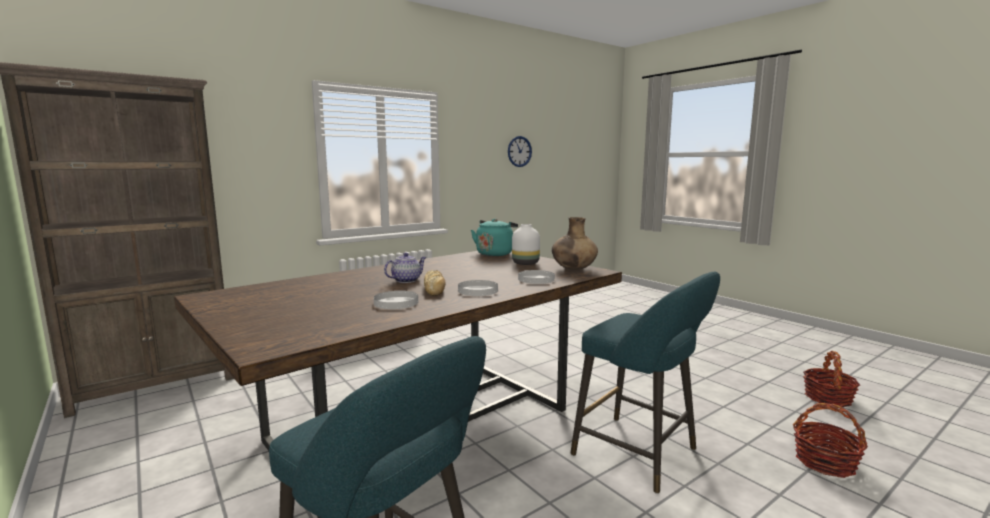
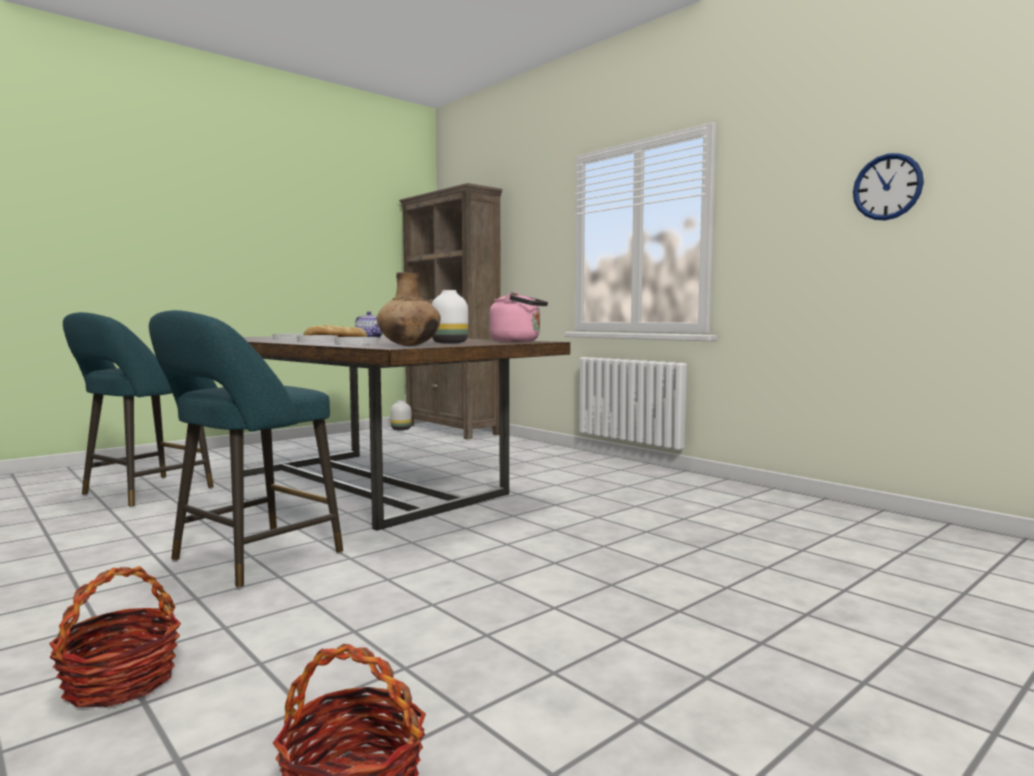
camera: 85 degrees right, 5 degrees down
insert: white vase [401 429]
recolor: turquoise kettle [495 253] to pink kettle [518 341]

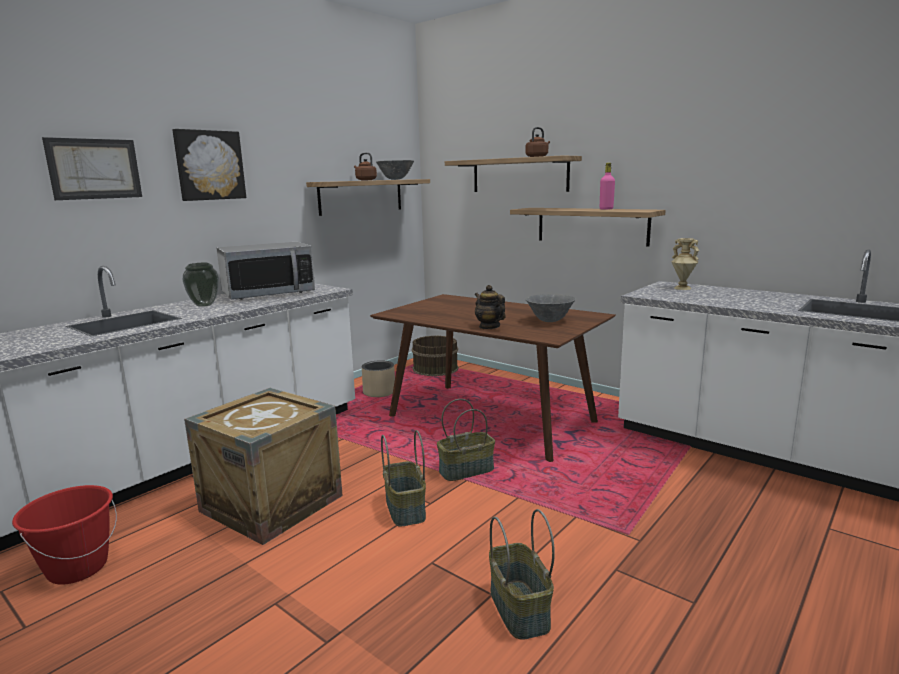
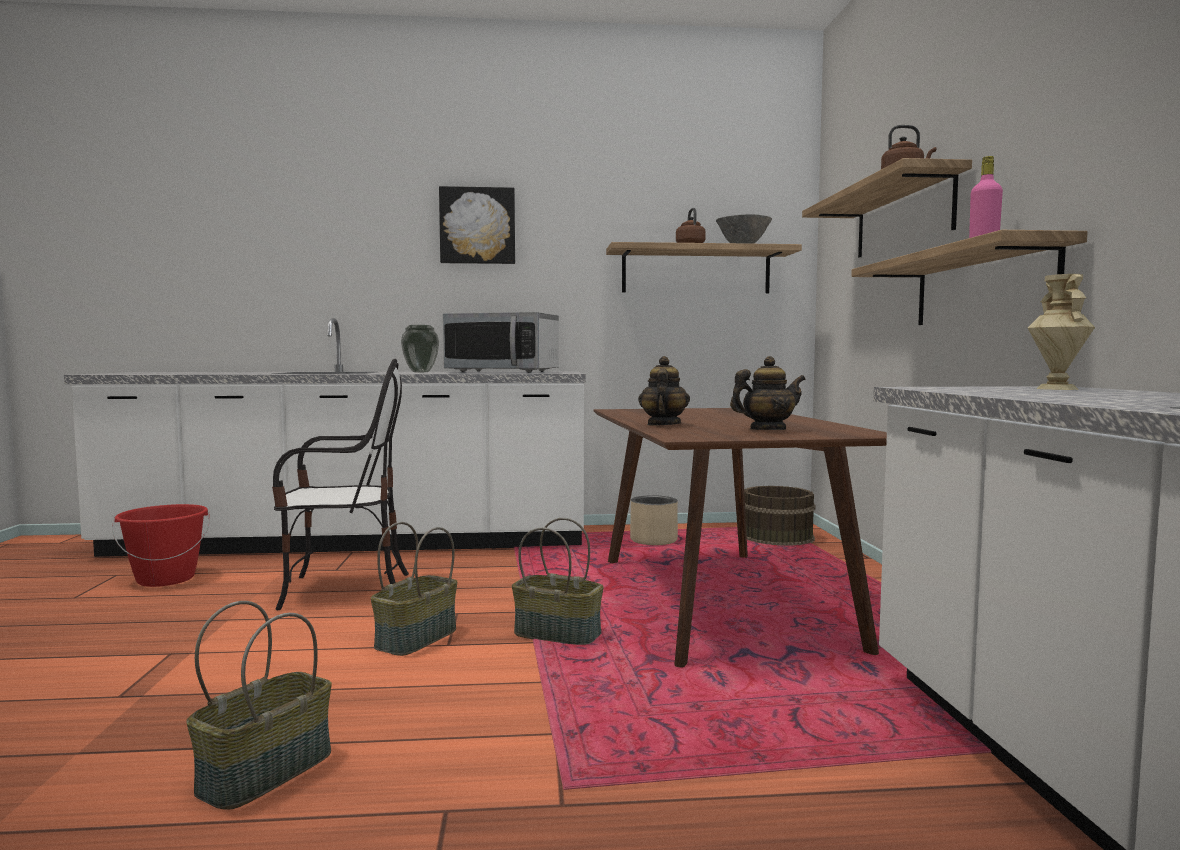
camera: 45 degrees right, 10 degrees down
delete: picture [94 169]
replace: crate [272 503] to chair [344 590]; grey bowl [549 321] to teapot [767 430]

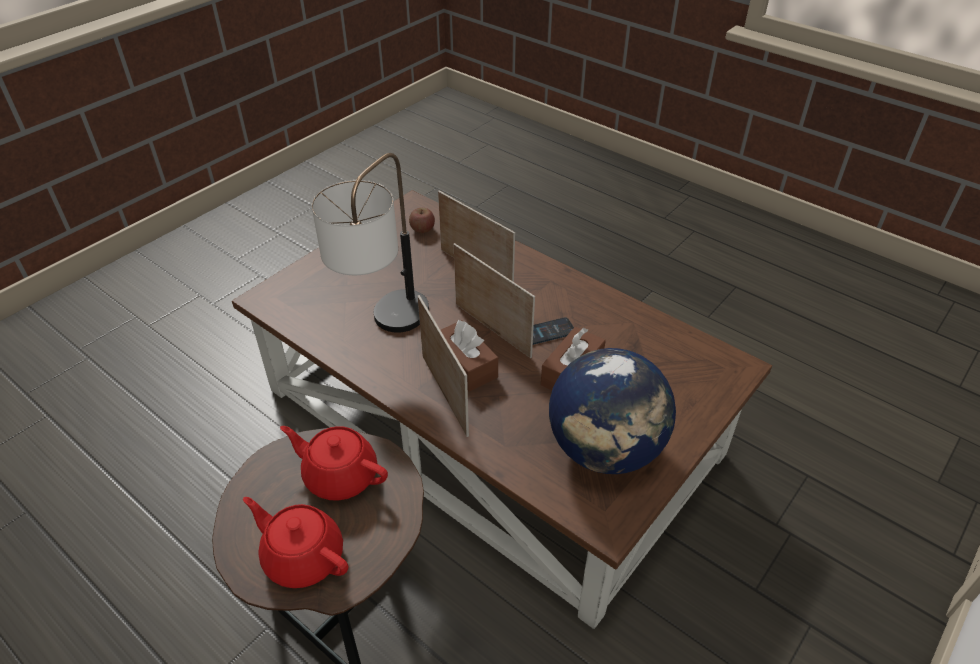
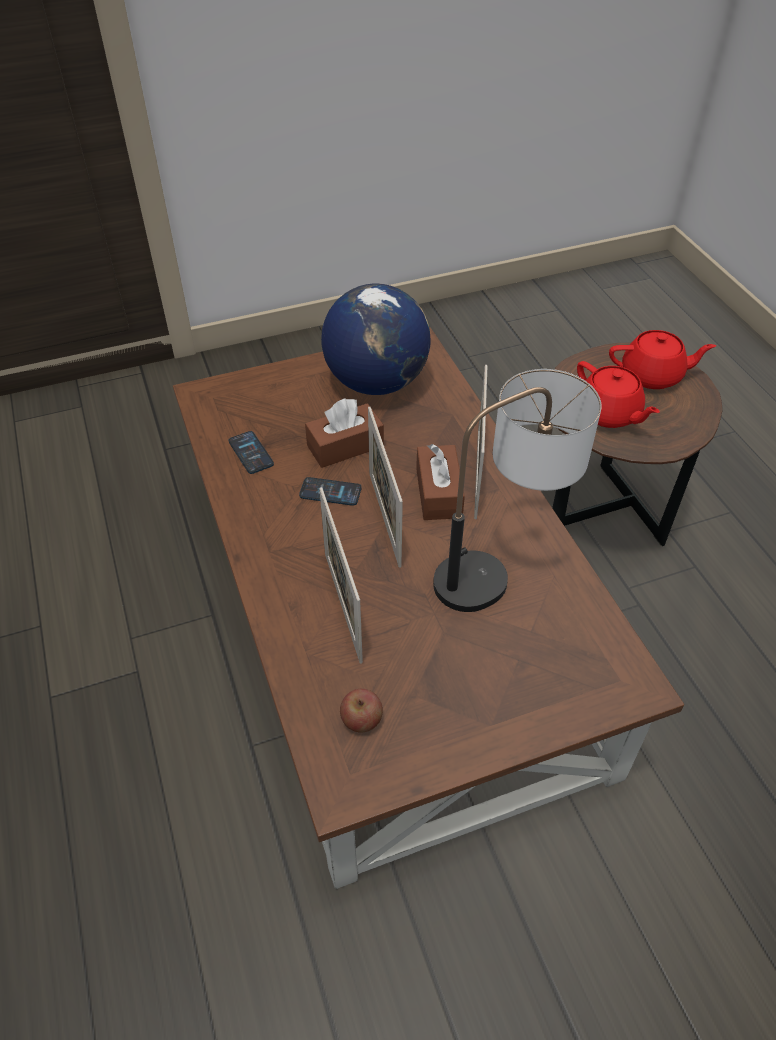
camera: 150 degrees left, 5 degrees up
insert: phone [251 453]
rotate: red teapot [303 556] = [653 375] 60 degrees counterclockwise

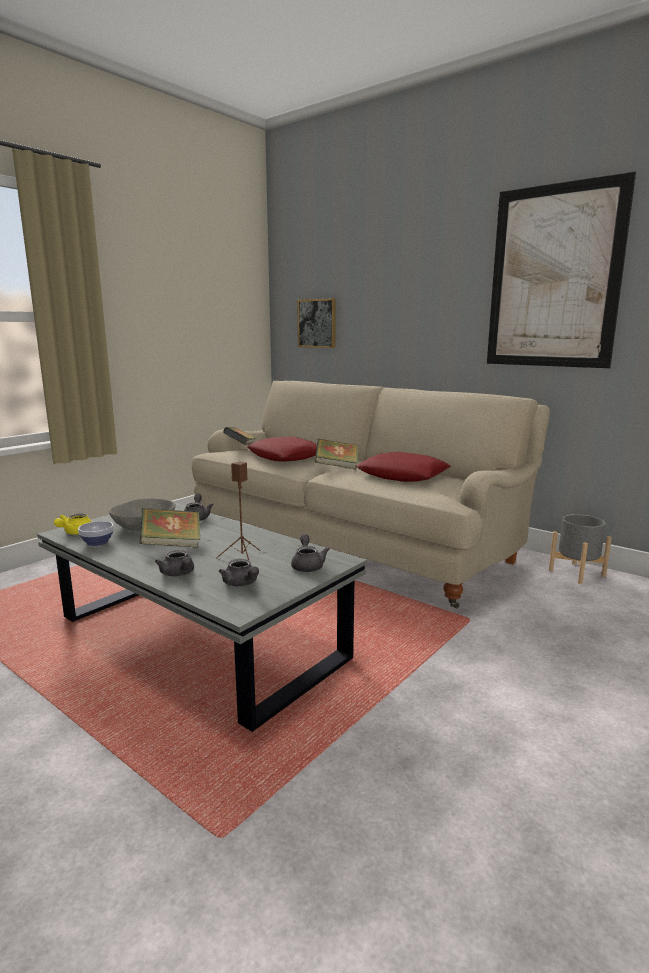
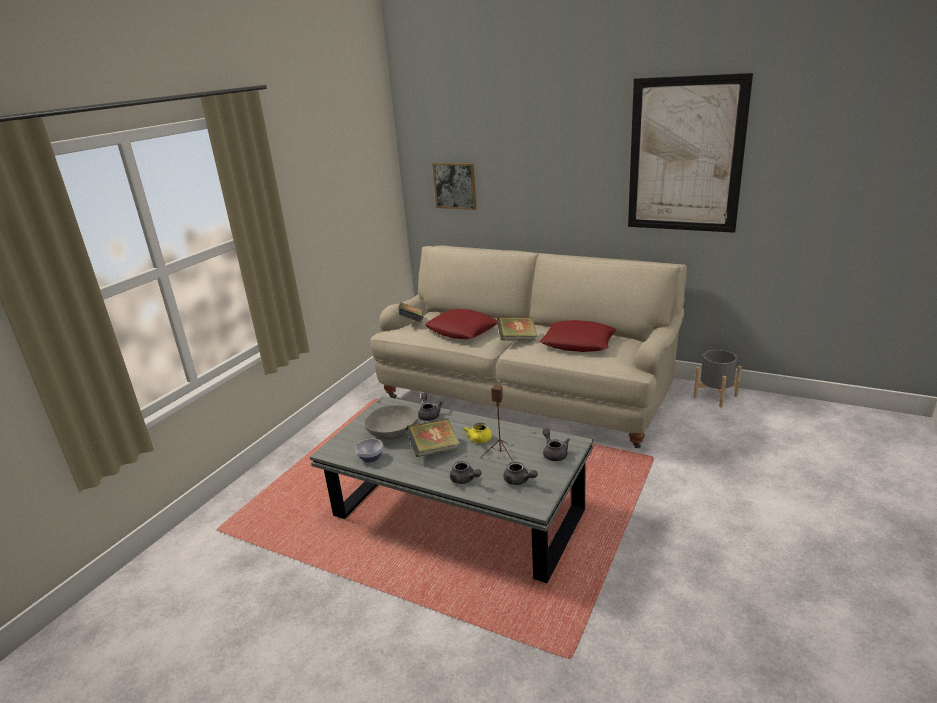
camera: 10 degrees left, 10 degrees up
move: yellow teapot [75 533] to [479 440]

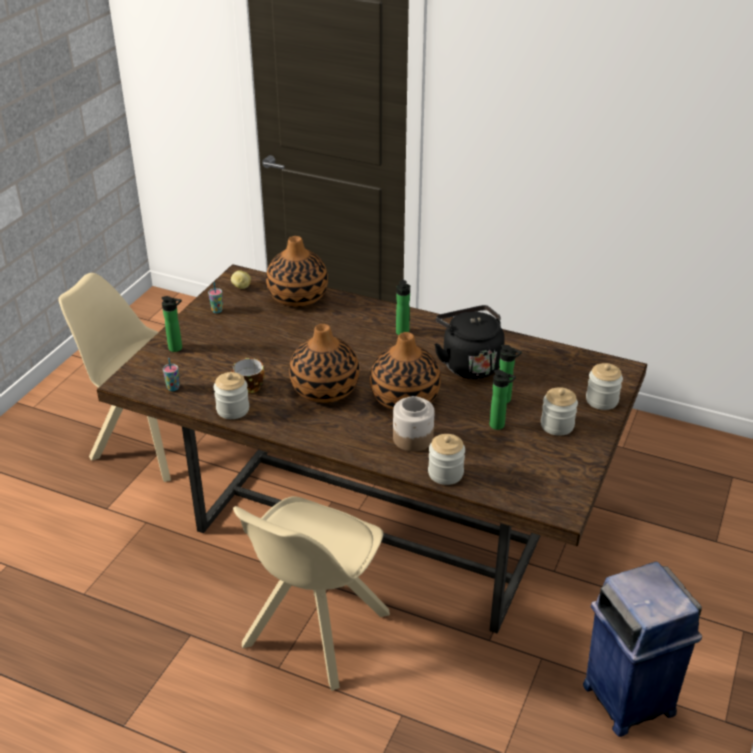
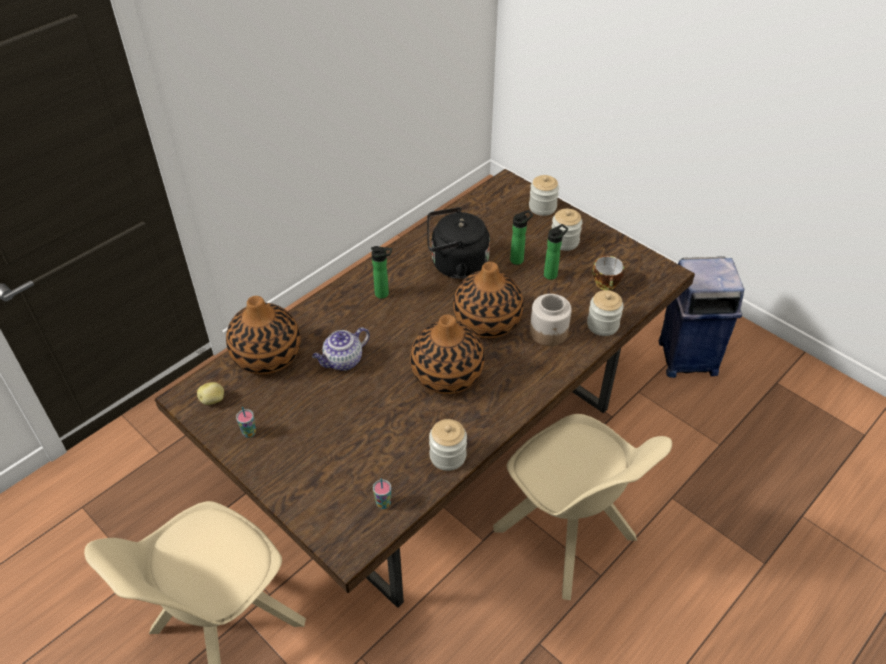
camera: 70 degrees left, 10 degrees up
delete: bottle [177 348]
insert: teapot [343 361]
move: cup [248 388] to [607 284]

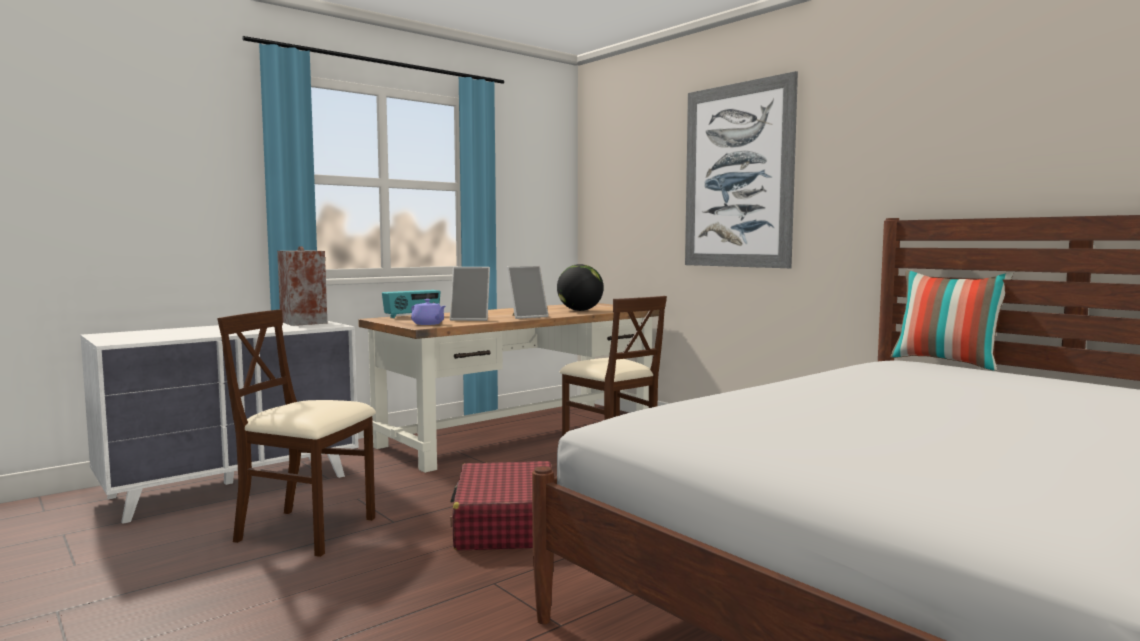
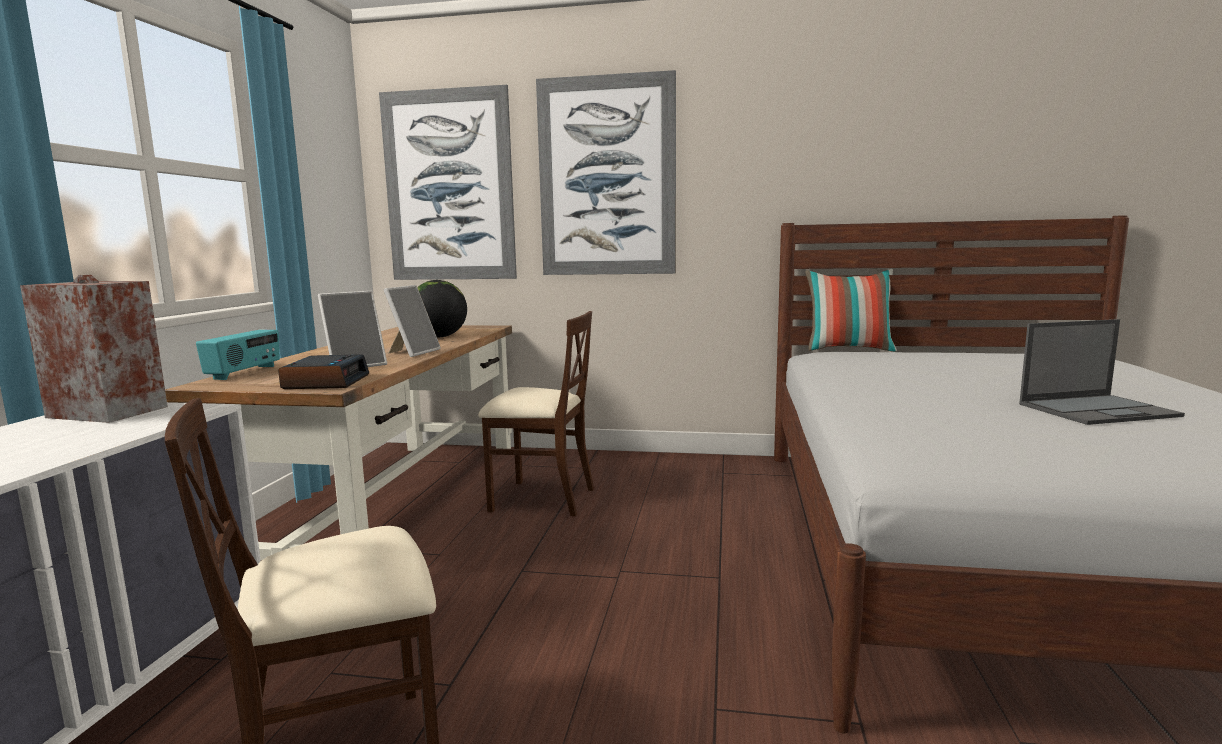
camera: 40 degrees left, 5 degrees up
delete: red suitcase [505 525]
insert: picture [449 186]; laptop [1098 410]
replace: purple teapot [428 324] to alarm clock [326 381]

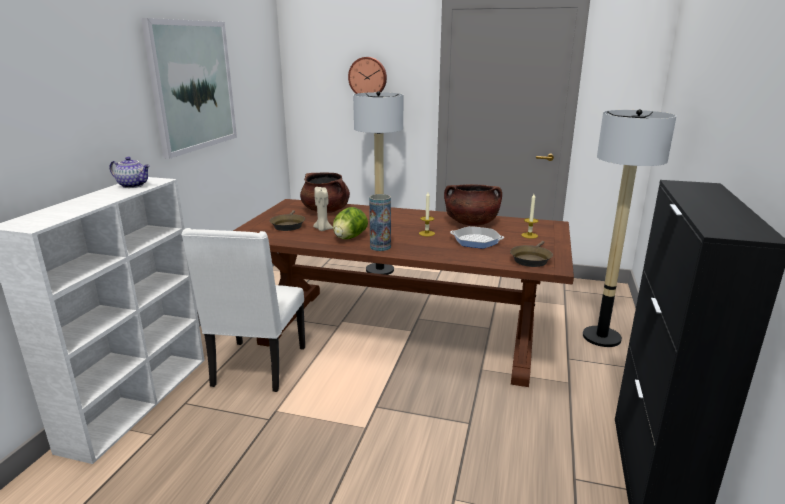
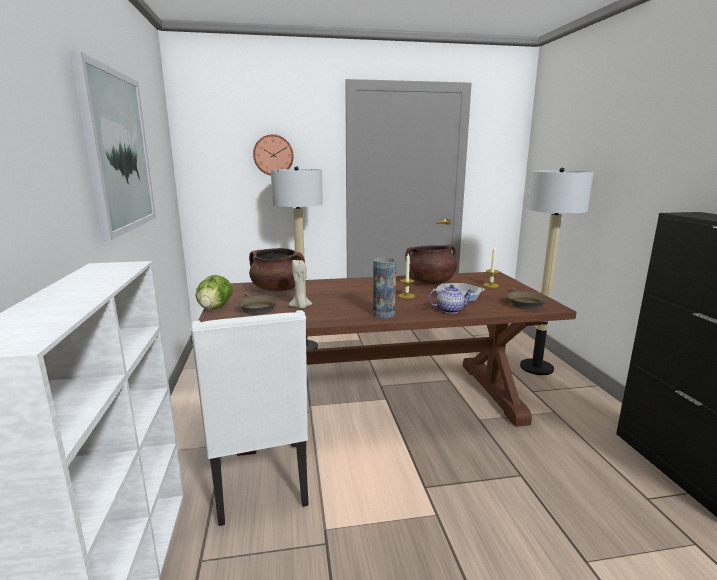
camera: 25 degrees left, 5 degrees down
move: teapot [133 185] to [450 310]; lettuce [349 238] to [215 308]

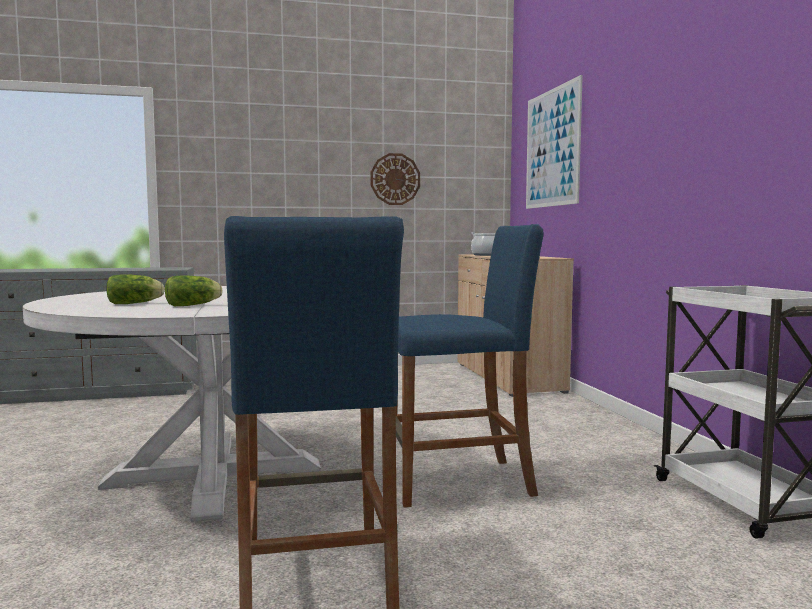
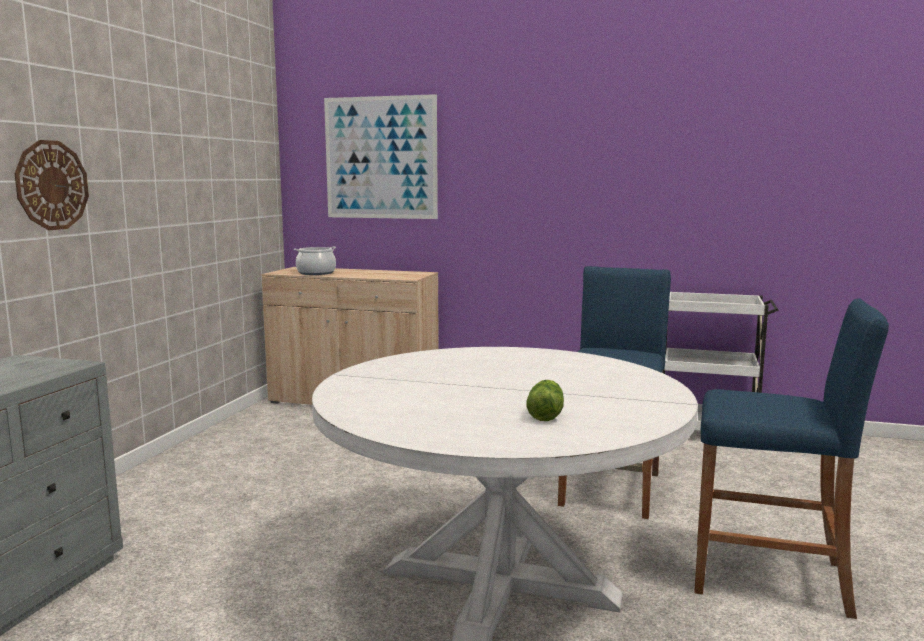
camera: 60 degrees left, 5 degrees up
delete: lettuce [194 305]
move: wall clock [395 179] to [52 185]

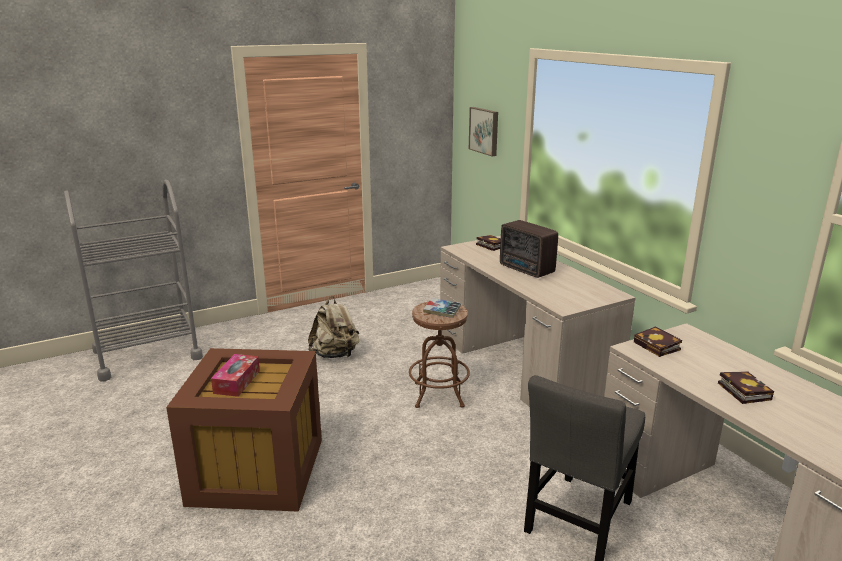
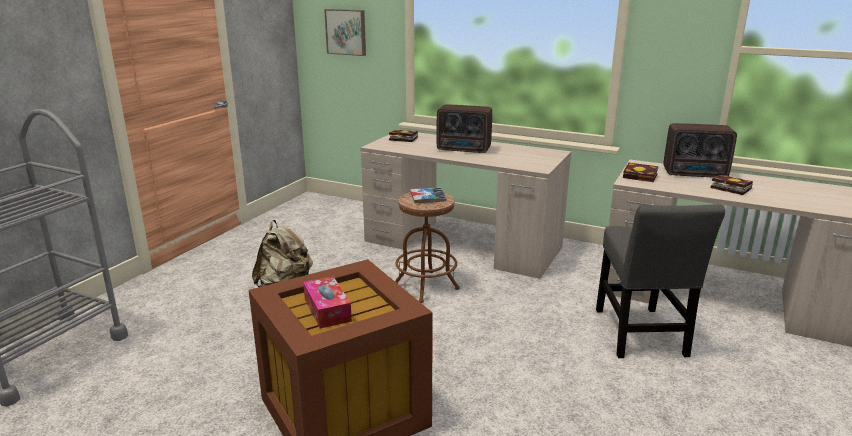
camera: 35 degrees left, 0 degrees up
insert: radio [696 174]

